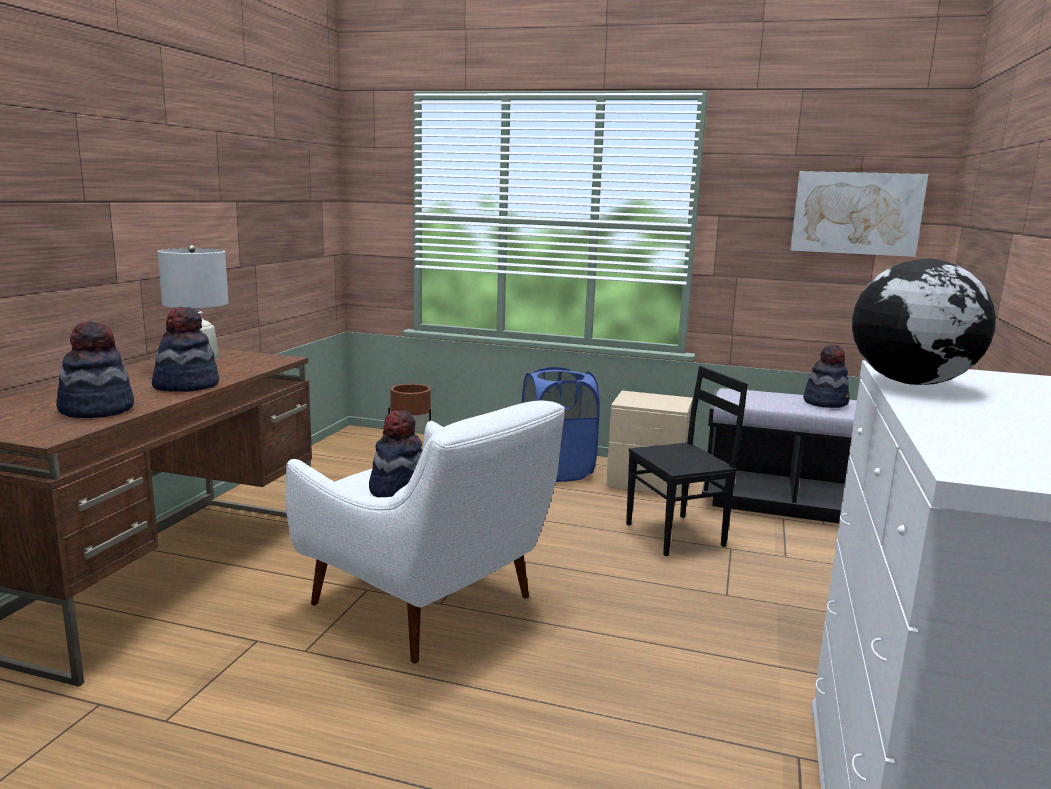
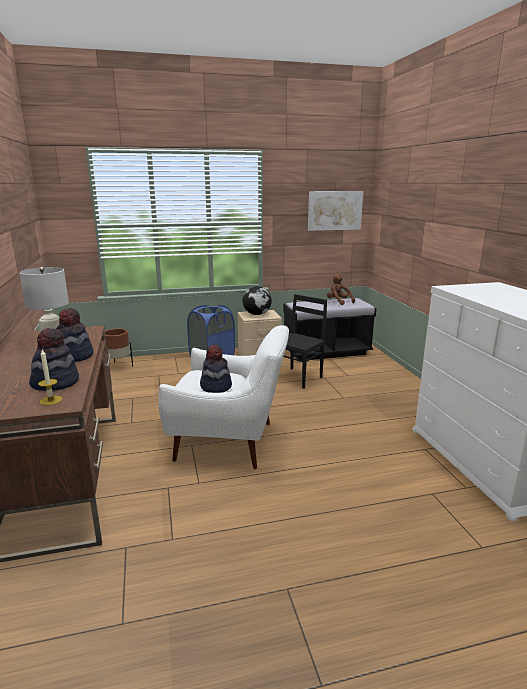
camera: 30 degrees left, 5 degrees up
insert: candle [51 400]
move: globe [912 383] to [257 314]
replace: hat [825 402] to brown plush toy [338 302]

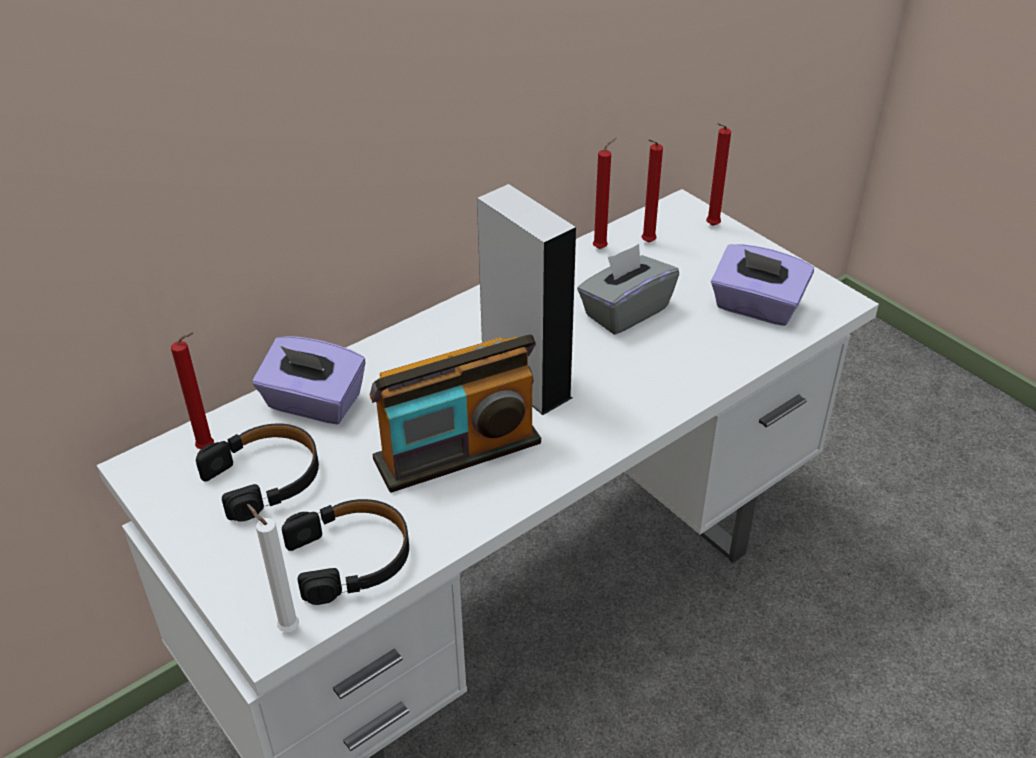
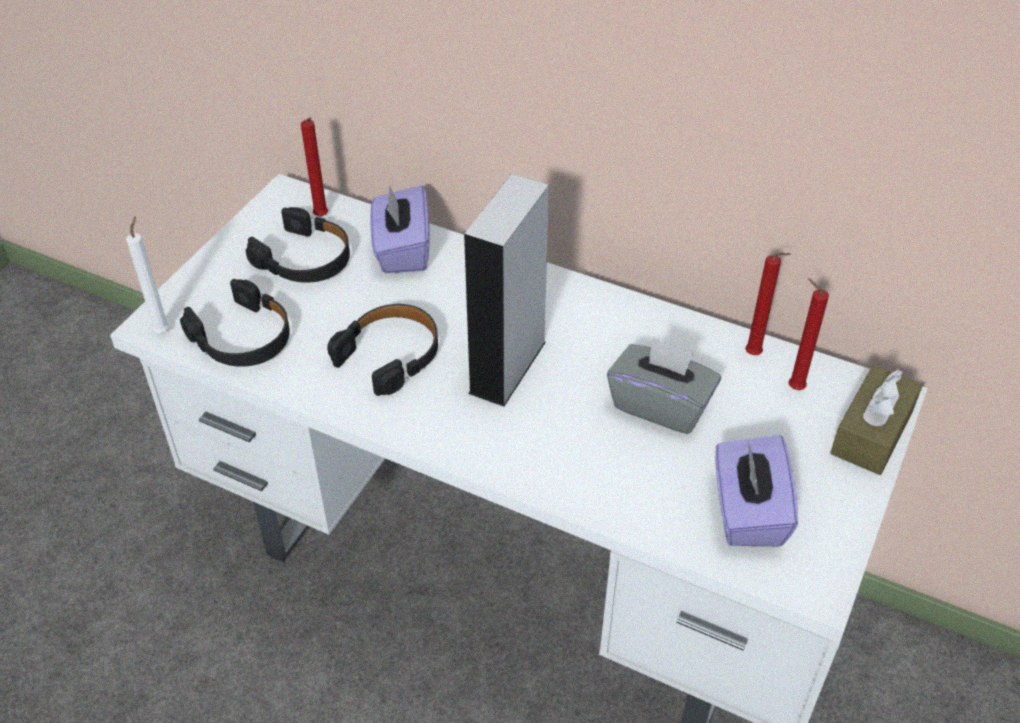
camera: 65 degrees right, 5 degrees up
replace: radio [458 452] to black headphones [390 355]; red candle [710 226] to brown tissue box [871 433]

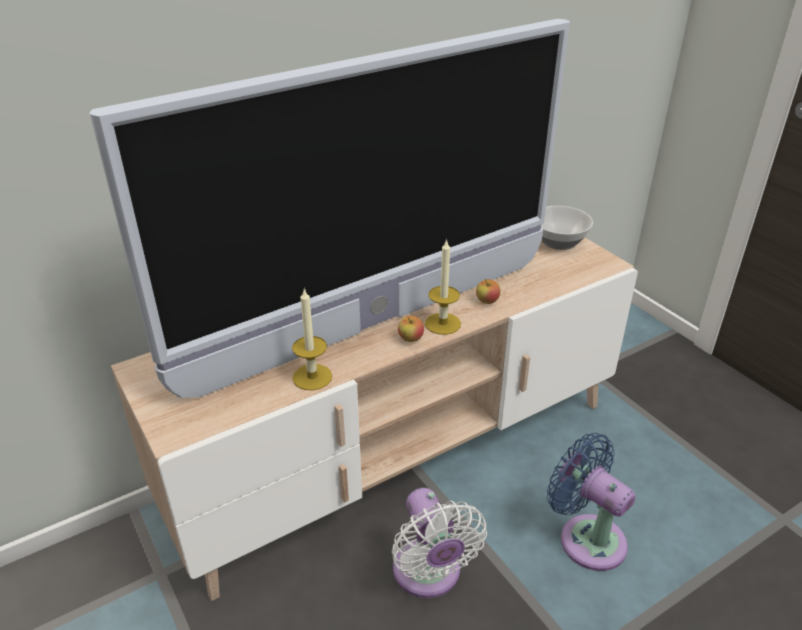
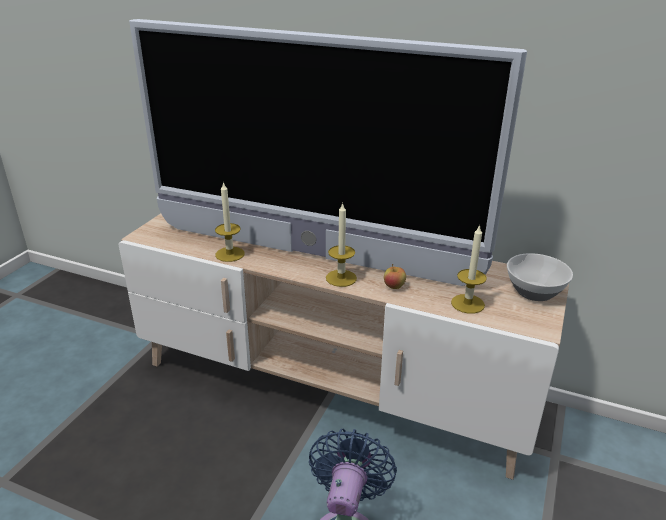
camera: 55 degrees right, 5 degrees down
delete: white fan [429 575]; apple [411 339]
insert: candle [467 304]

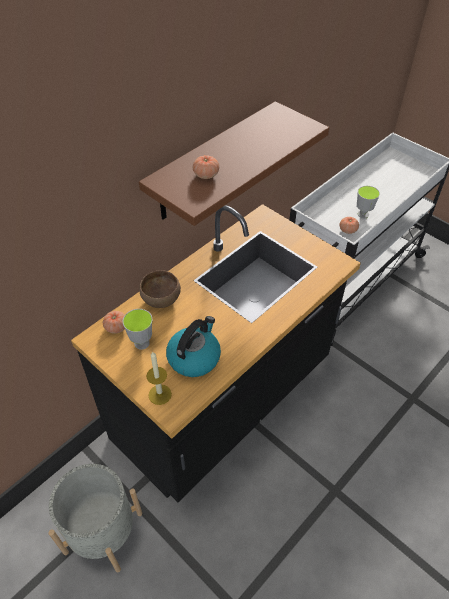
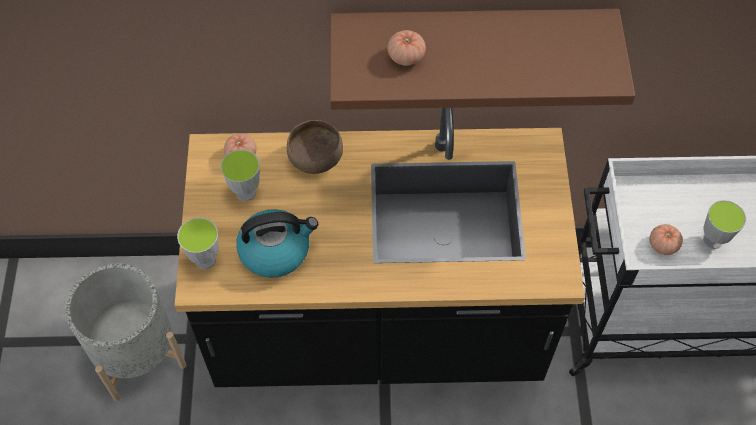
camera: 45 degrees right, 10 degrees up
replace: candle [160 394] to cup [205 259]

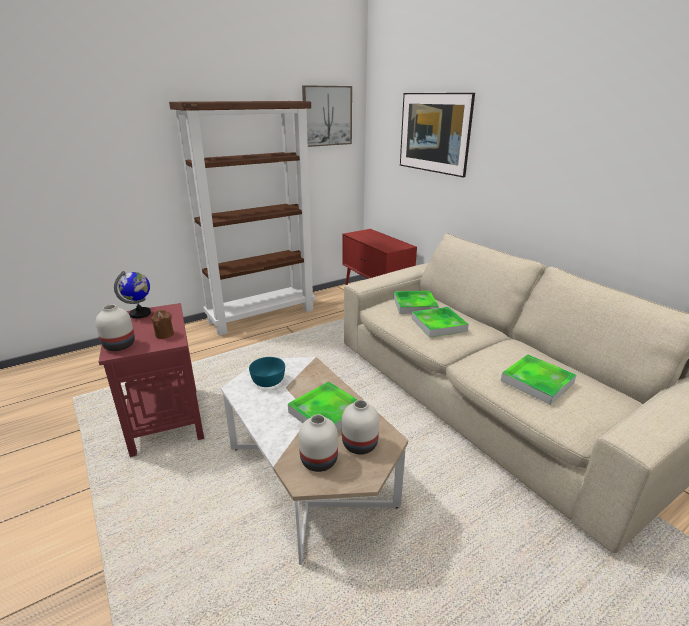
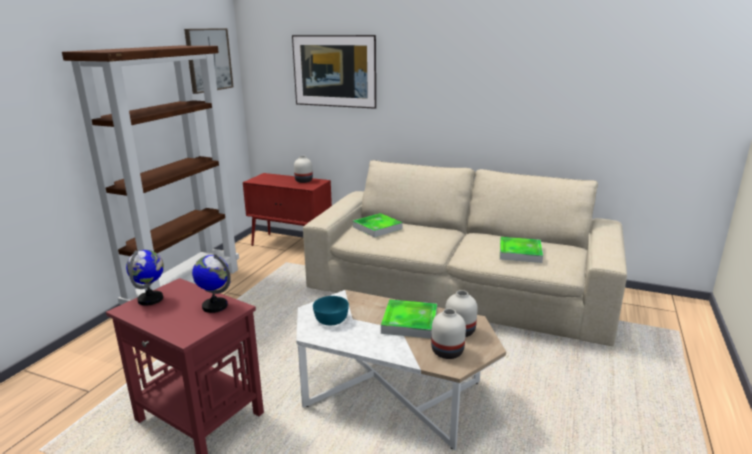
camera: 35 degrees left, 5 degrees down
delete: tray [438 325]
move: white vase [120 345] to [304 181]
replace: brown candle [164 334] to globe [215 306]

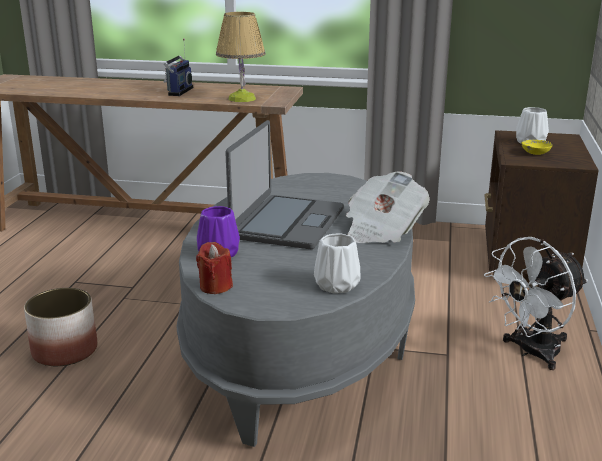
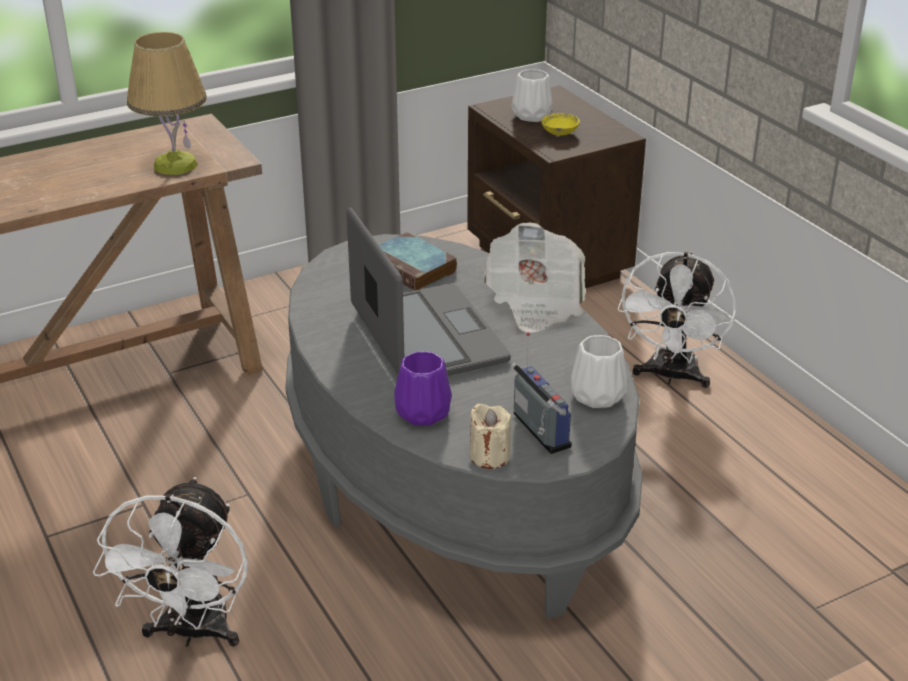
camera: 40 degrees left, 10 degrees up
insert: book [413 268]
move: radio [178 91] to [538 432]
replace: planter [65 351] to white fan [192 633]
recolor: red candle [215 286] to beige candle [489 456]

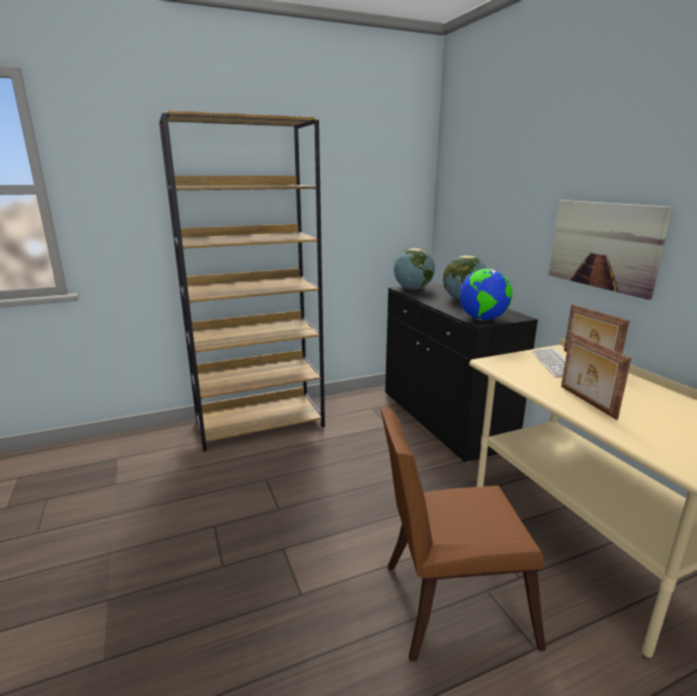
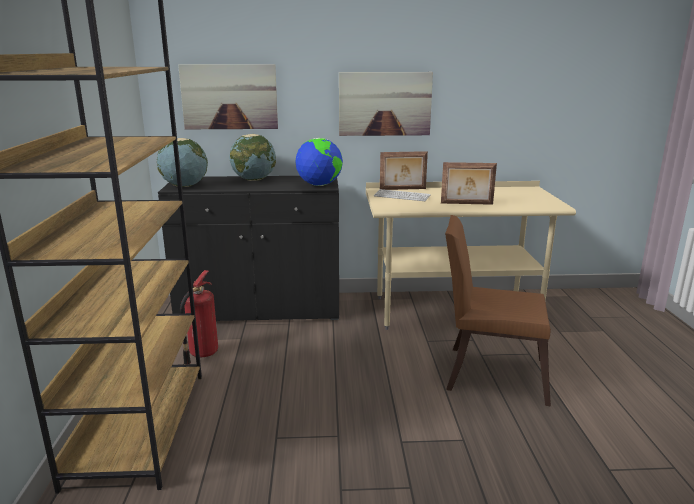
camera: 70 degrees left, 0 degrees up
insert: picture [229 97]; fire extinguisher [202 354]
rotate: brown chair [447 603] = [488 373] 90 degrees clockwise

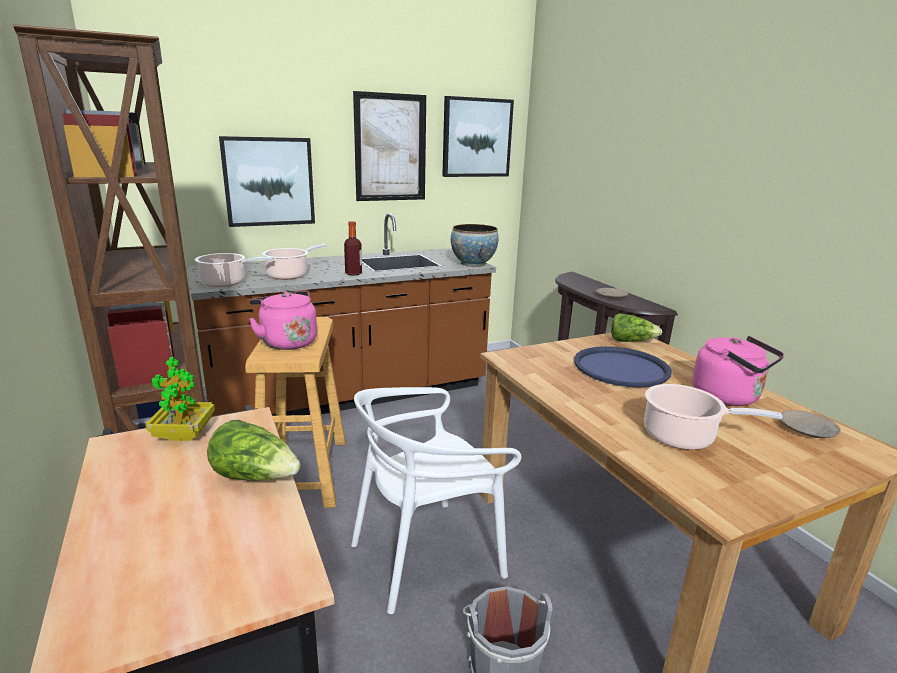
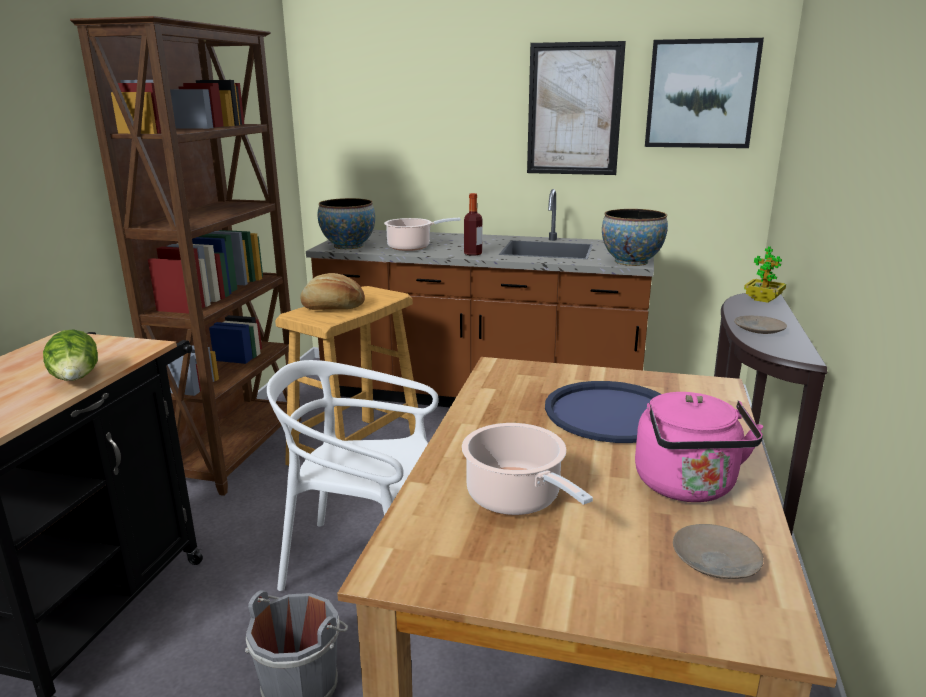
camera: 40 degrees right, 0 degrees up
delete: picture [269 181]; lettuce [631 341]
move: potted plant [184 435] to [763 299]
replace: cooking pot [226 282] to bowl [348 246]; pink kettle [287 342] to bread [333 307]

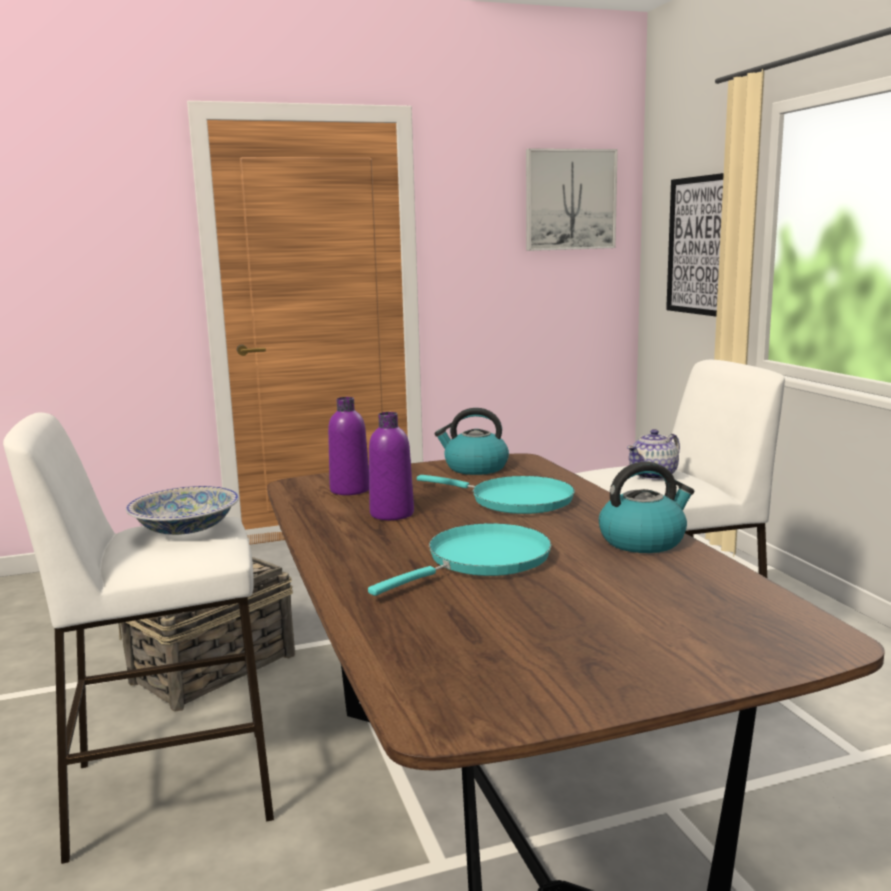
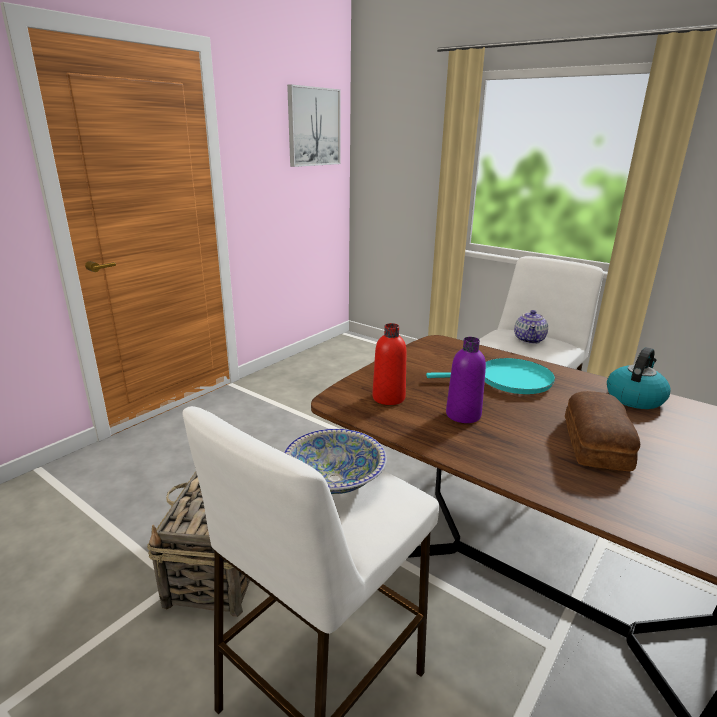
camera: 35 degrees left, 10 degrees up
delete: kettle [475 468]; picture [698 246]
replace: turquoise frying pan [482 560] to bread [597 443]
recolor: purple bottle [350 490] to red bottle [388 398]

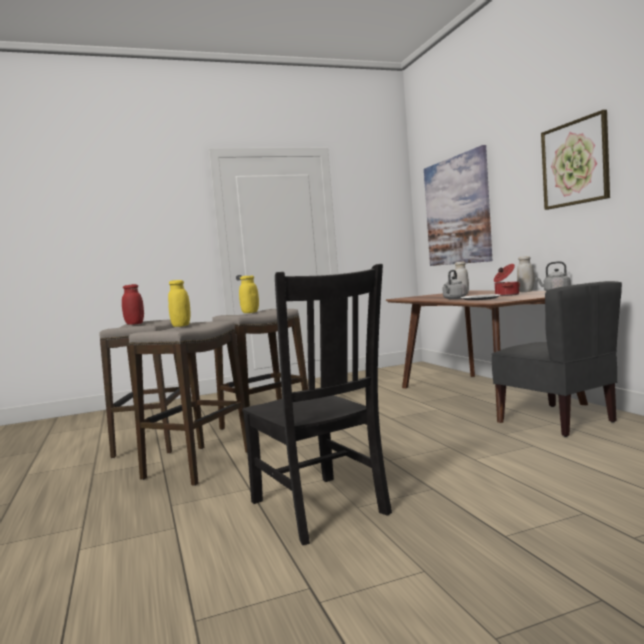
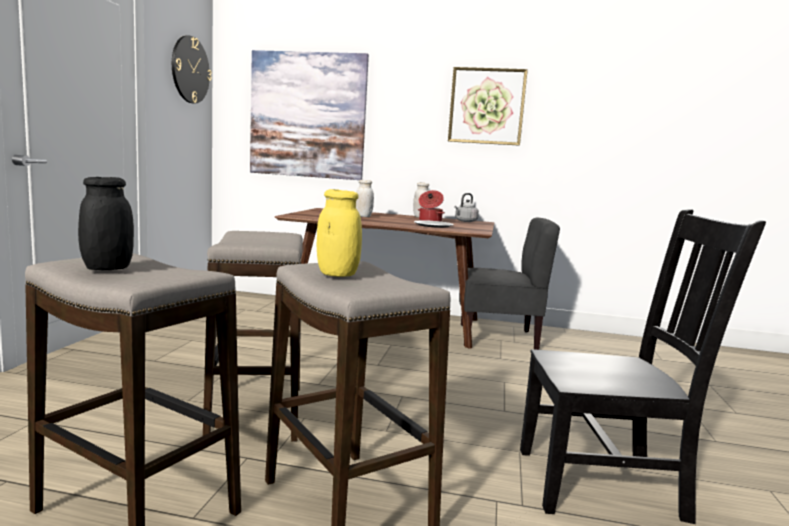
camera: 60 degrees left, 5 degrees up
delete: yellow jar [250 312]; grey kettle [454 299]
insert: wall clock [190 70]
recolor: red jar [134 324] to black jar [107 268]

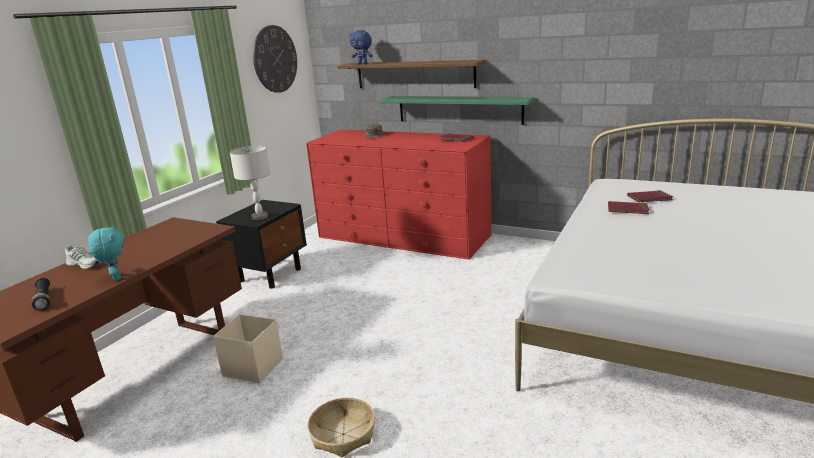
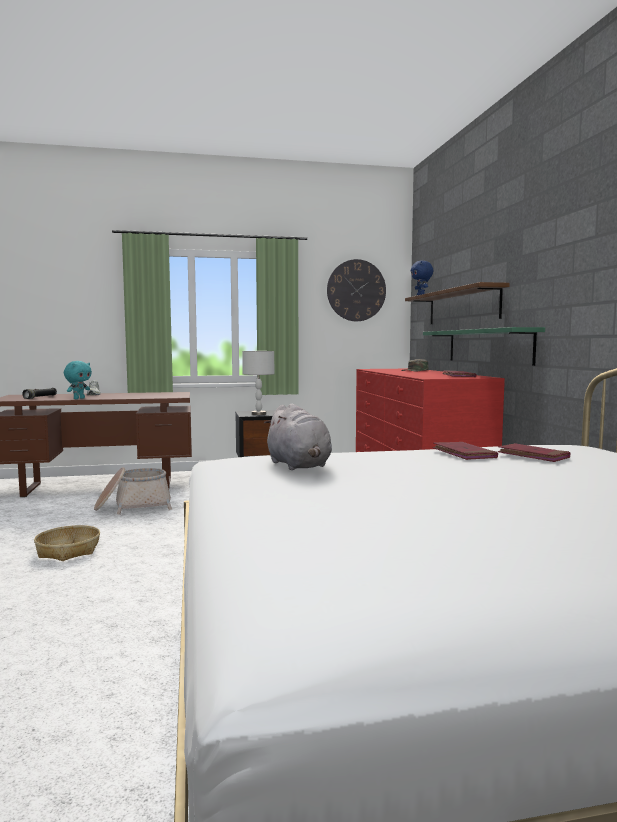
camera: 50 degrees right, 15 degrees down
insert: grey plush toy [299 466]
replace: beige storage box [252 367] to basket [133 506]

